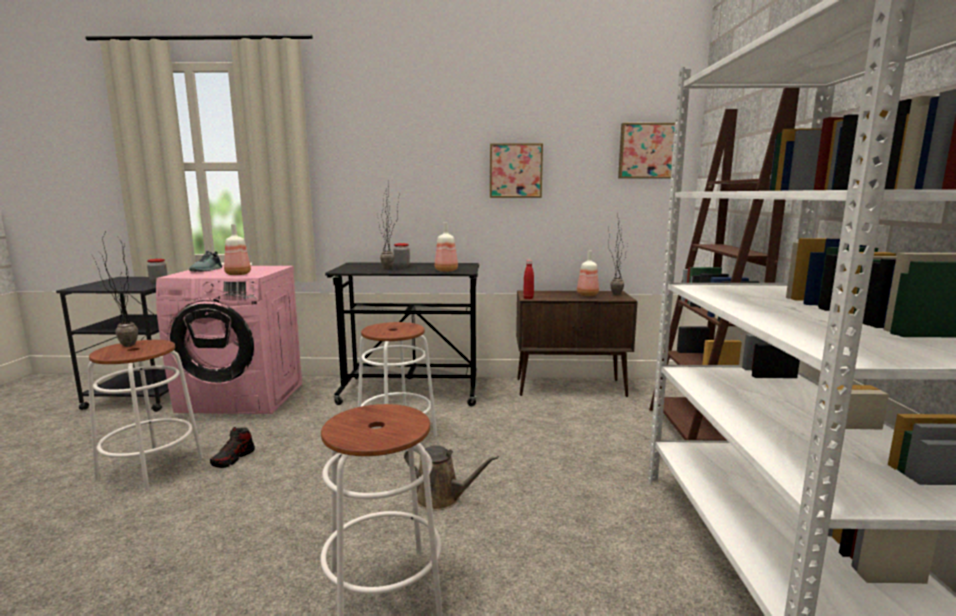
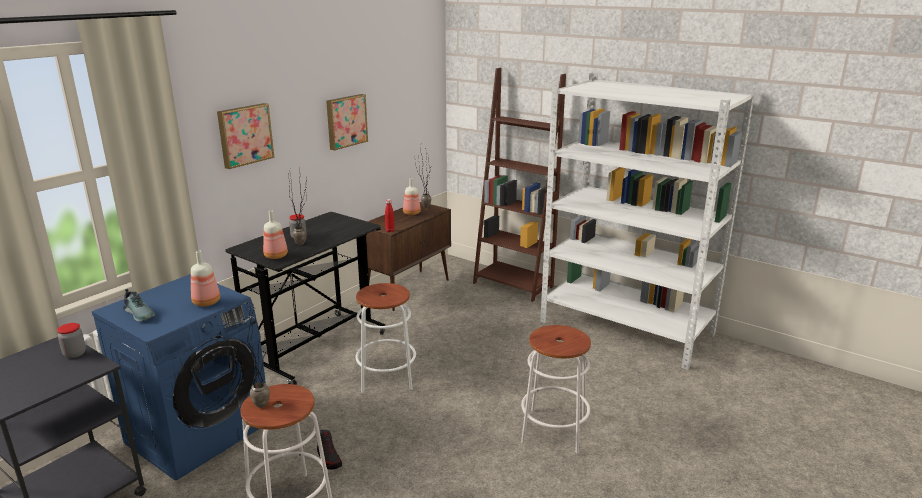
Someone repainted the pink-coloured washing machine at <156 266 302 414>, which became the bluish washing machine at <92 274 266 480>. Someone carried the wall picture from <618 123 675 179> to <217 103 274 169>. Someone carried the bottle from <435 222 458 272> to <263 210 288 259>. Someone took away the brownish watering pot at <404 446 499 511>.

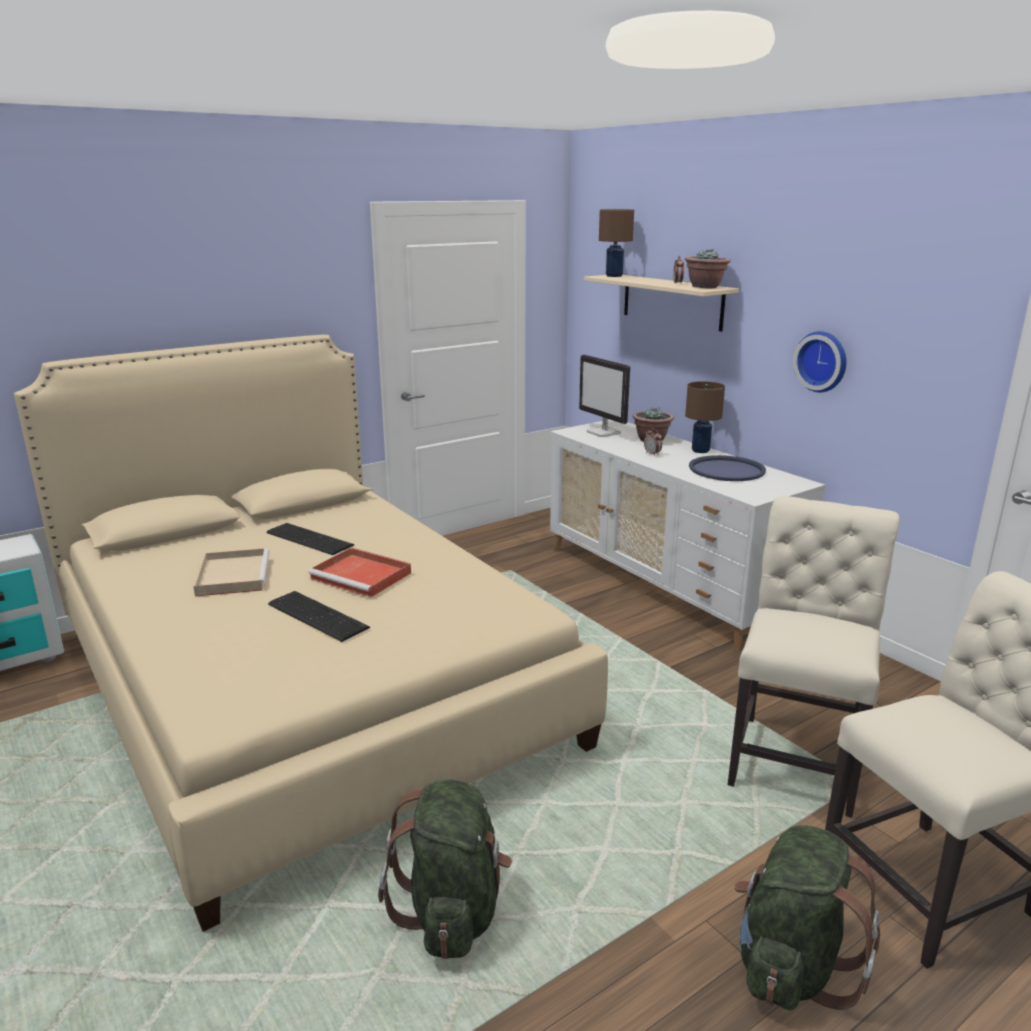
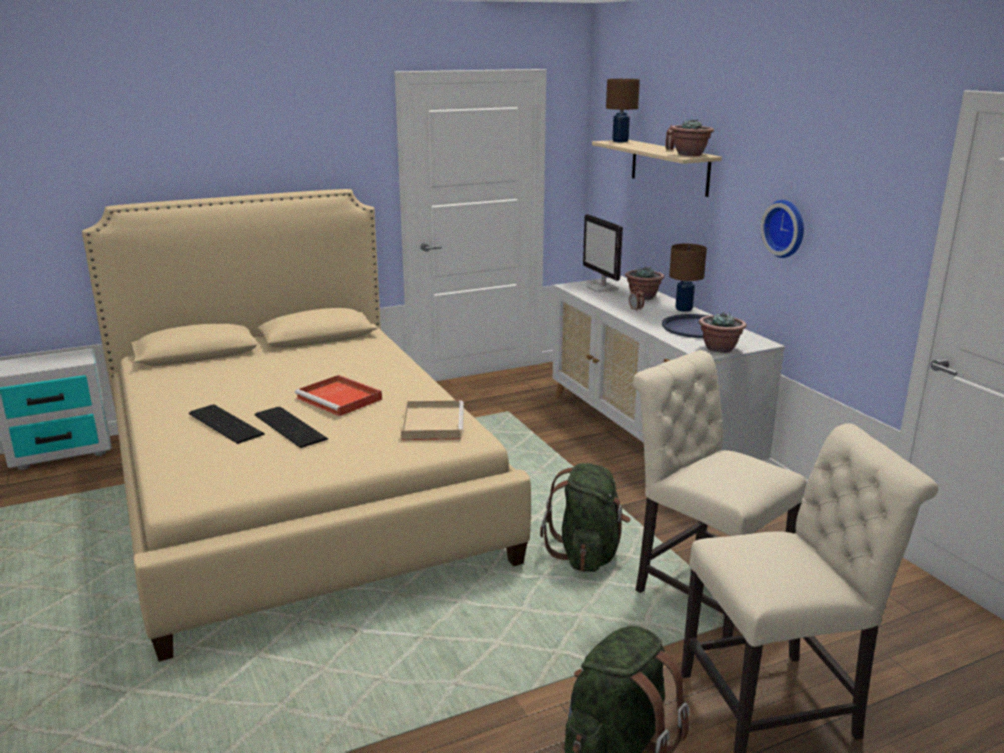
Someone carried the keyboard from <267 523 354 555> to <189 404 265 444>. Someone carried the beige-coloured tray from <193 548 269 597> to <401 400 464 440>. Someone carried the green knapsack from <378 779 512 959> to <540 463 630 572>. Someone rotated the beige-coloured upright chair at <728 496 900 818> by 75 degrees counterclockwise. Someone put down the plant in a pot at <699 312 747 353>.

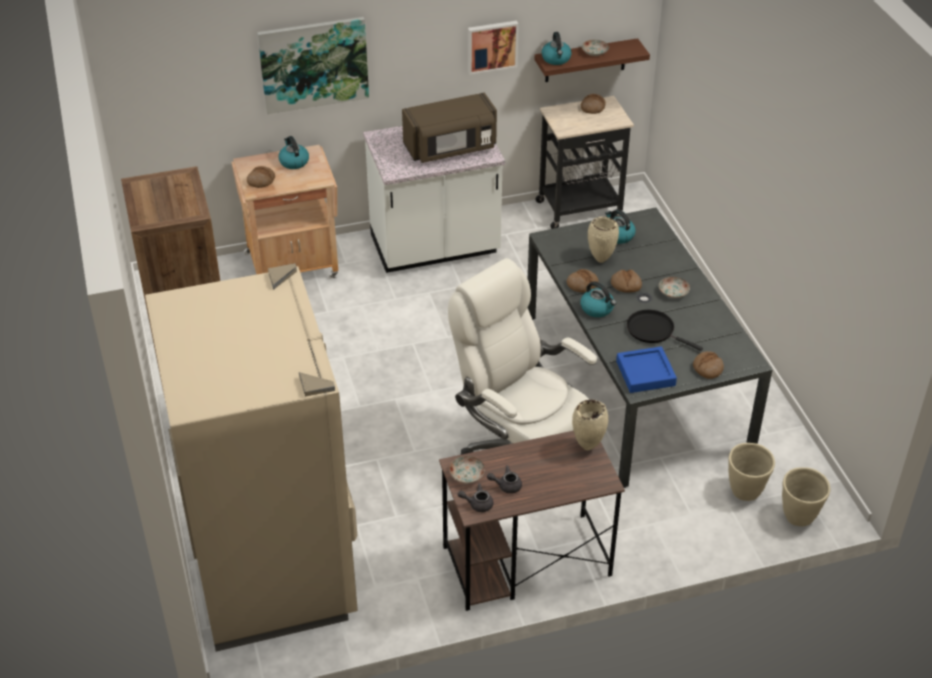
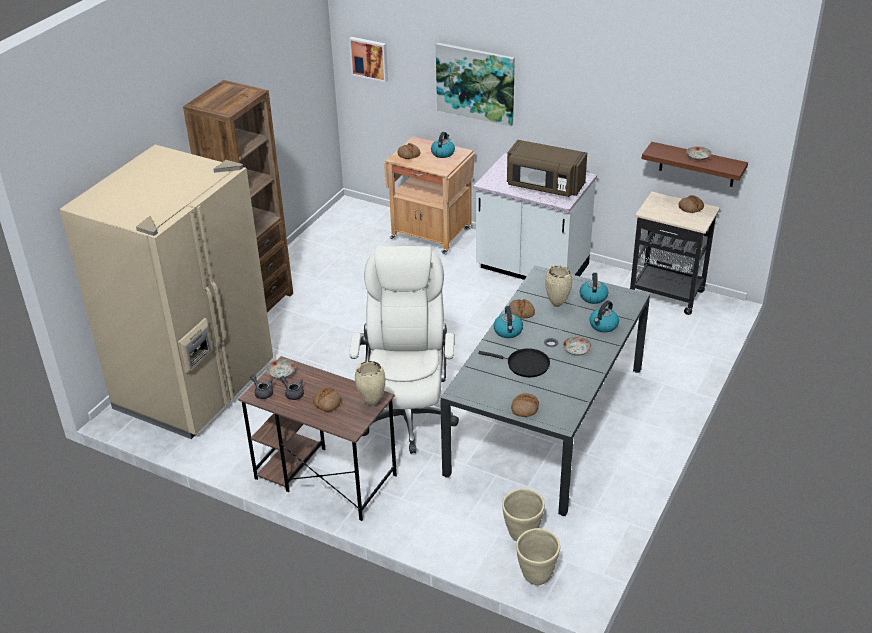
Someone carried the baked bread from <611 270 642 293> to <313 387 341 412>. Someone carried the wall picture from <468 21 519 75> to <349 37 388 83>. Someone rotated the blackish frying pan at <627 310 703 351> by 120 degrees clockwise. Someone carried the water kettle from <542 32 572 65> to <589 301 619 332>. Someone took away the bluish tray at <616 346 677 393>.

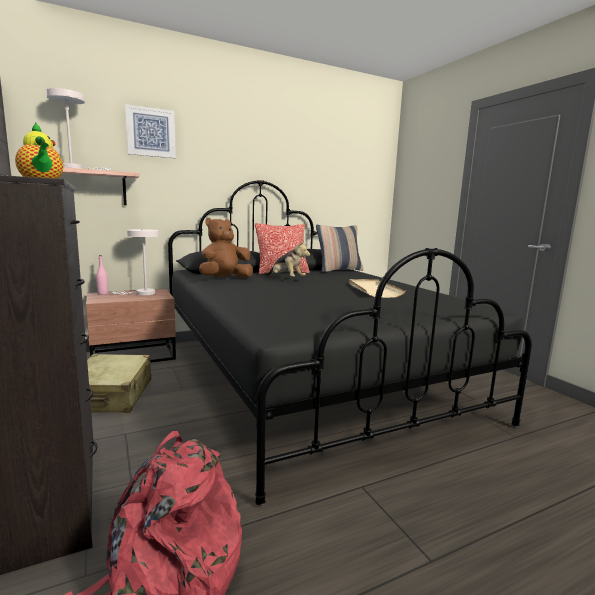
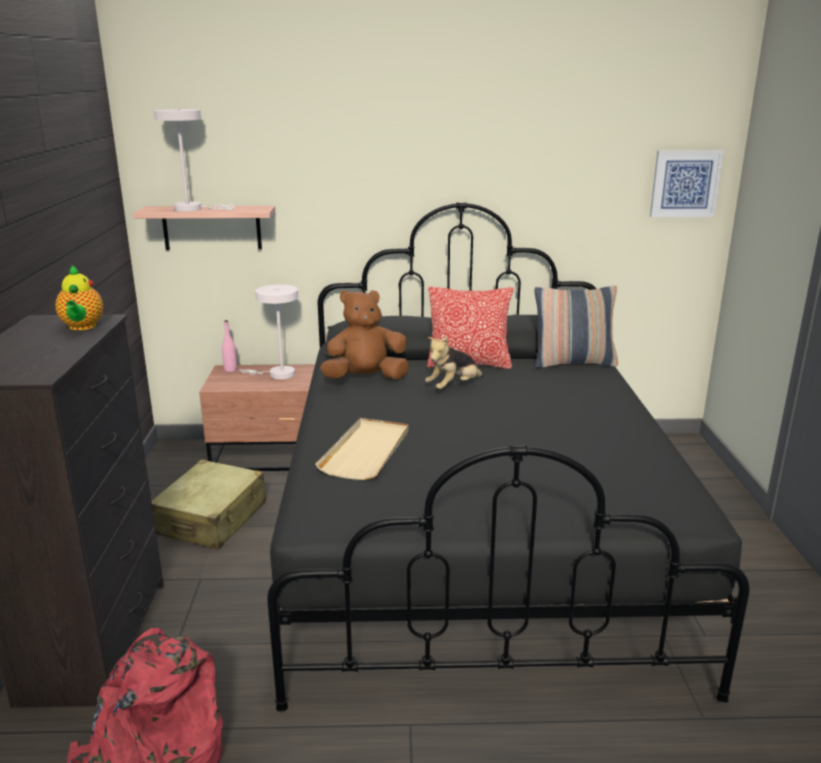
Someone carried the beige-coloured tray from <349 279 406 298> to <315 418 408 480>. Someone rotated the cuddly toy at <265 240 310 277> by 75 degrees clockwise. Someone carried the wall picture from <125 104 176 158> to <650 150 724 217>.

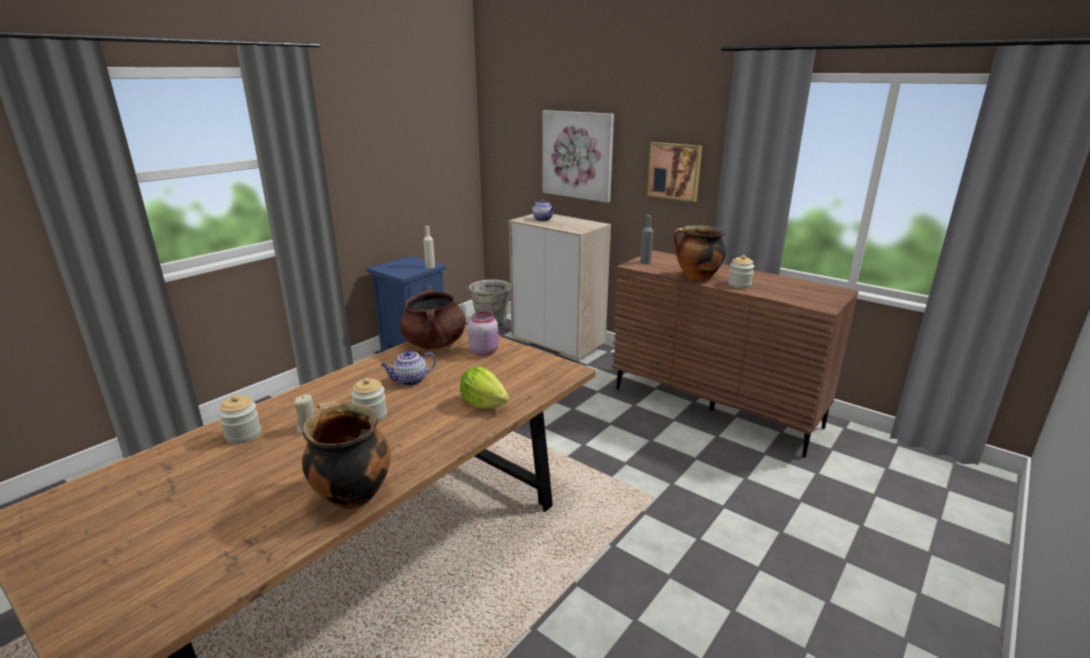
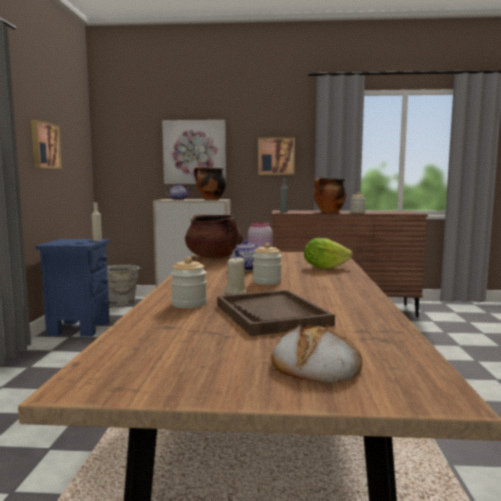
Someone put up the wall picture at <31 120 62 169>. Someone carried the stockpot from <302 401 391 509> to <194 167 226 200>. Someone put down the brownish tray at <217 290 335 336>. Someone put down the baked bread at <271 325 363 383>.

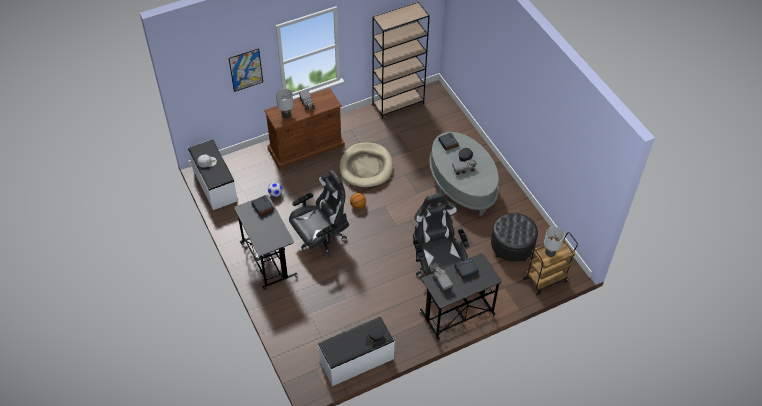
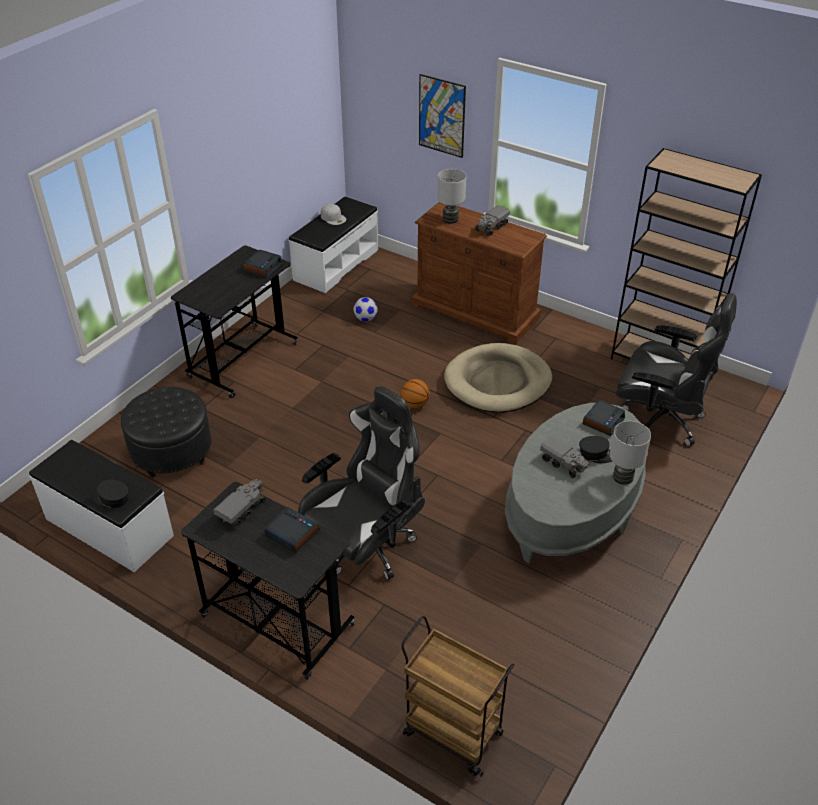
Someone carried the blackish footrest from <491 213 538 262> to <121 387 211 478>. Someone carried the gray lamp for a table from <544 227 565 257> to <610 421 651 485>. Someone carried the blackish desk chair from <289 170 349 257> to <616 293 737 446>.

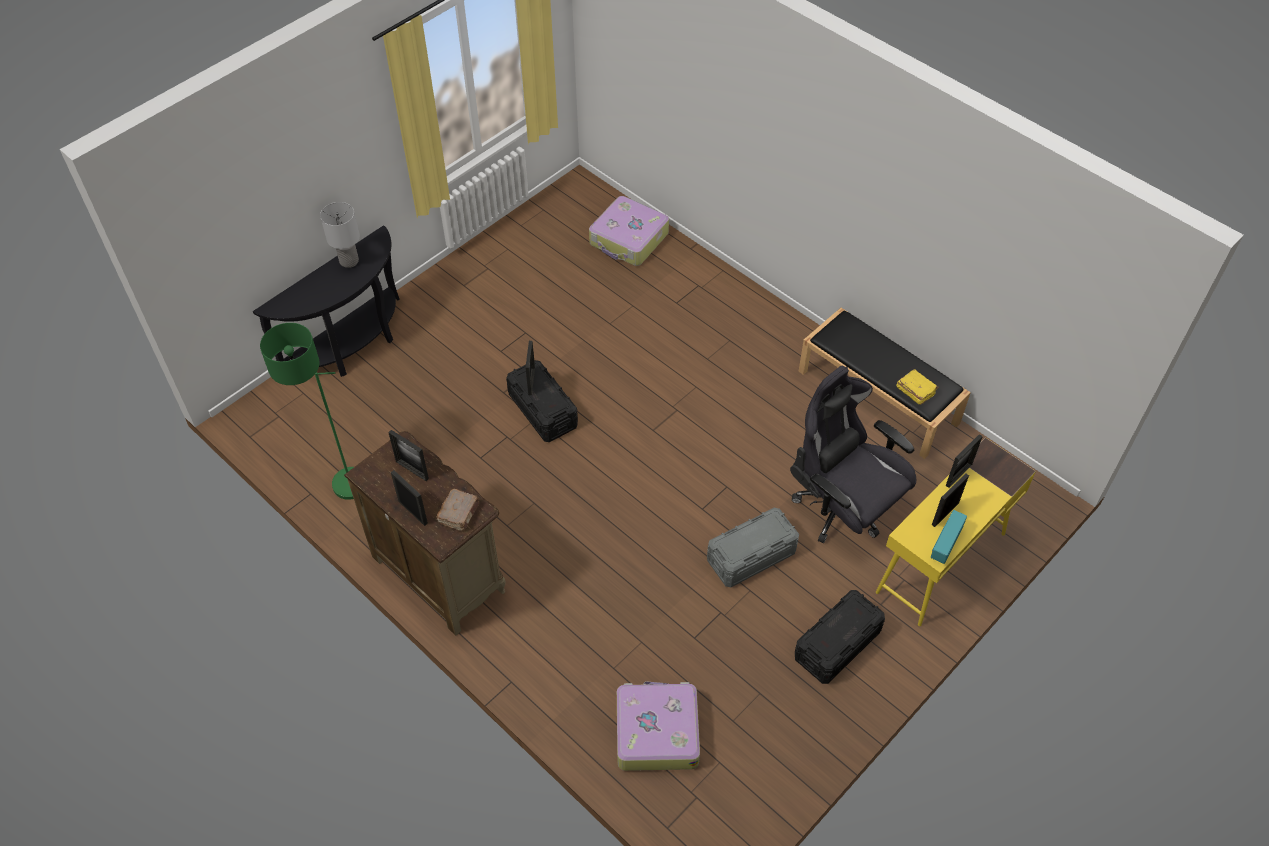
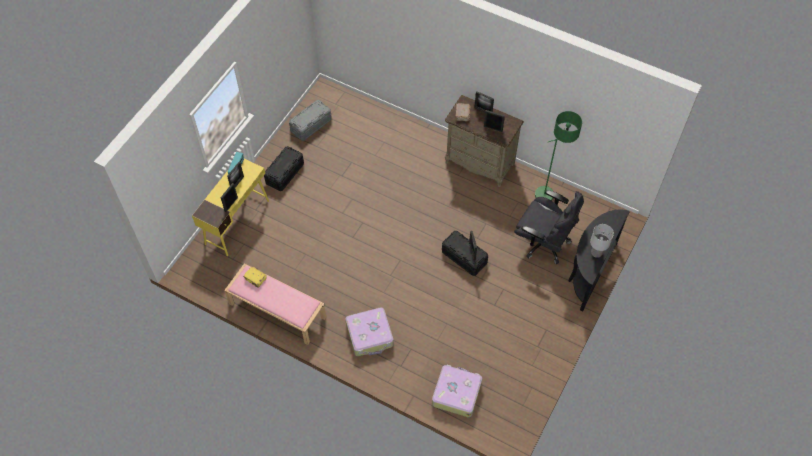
Someone repainted the blackish indoor bench at <799 308 971 459>, which became the pink-coloured indoor bench at <224 263 326 345>. Someone carried the gray storage bin from <707 508 799 587> to <289 100 331 141>. Someone carried the piece of luggage from <617 681 700 771> to <345 307 394 356>. Someone carried the blackish desk chair from <790 366 916 543> to <514 190 584 264>.

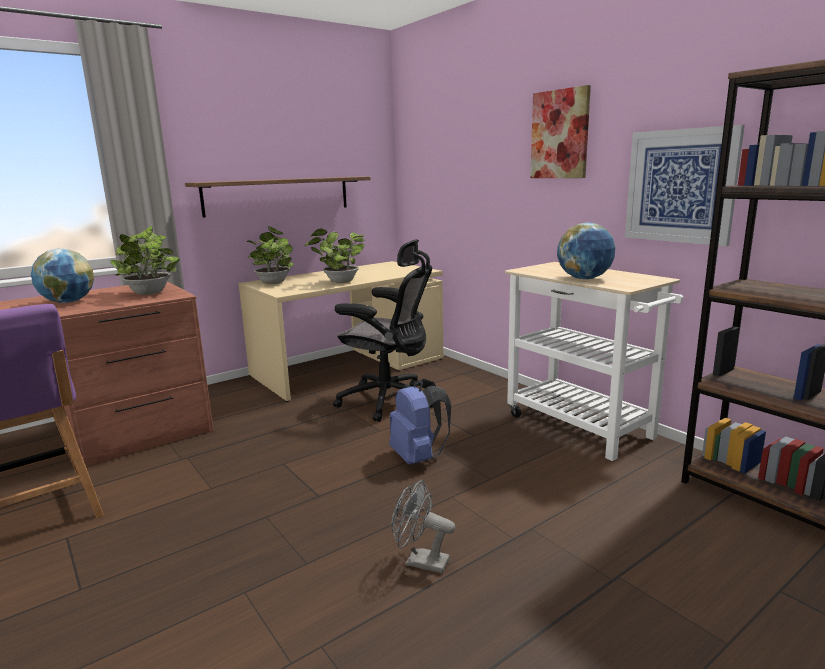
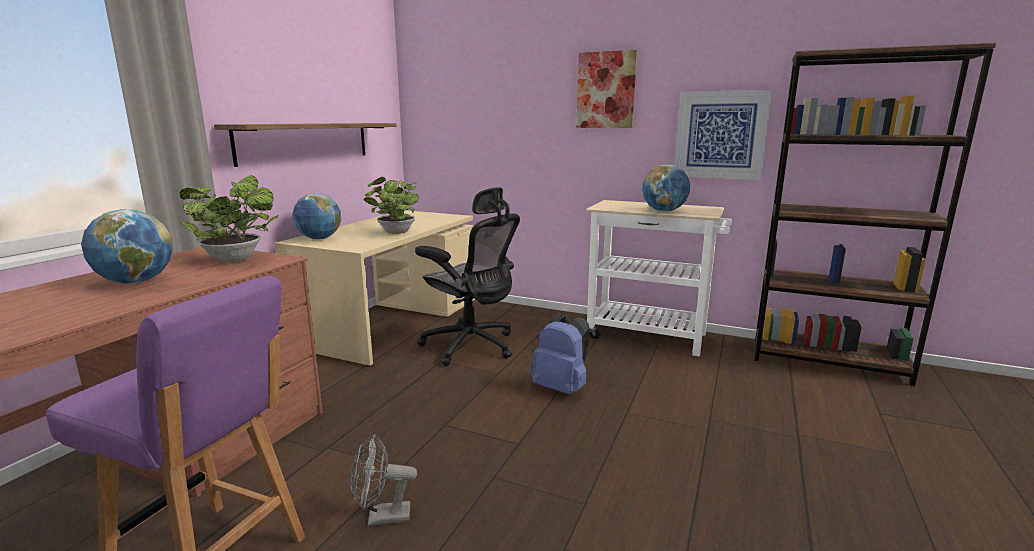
Someone swapped the plant in a pot at <247 226 294 284> for the desk globe at <292 193 341 239>. Someone carried the gray fan from <391 480 455 573> to <350 434 417 526>. Someone rotated the desk chair at <333 239 433 422> by 45 degrees clockwise.

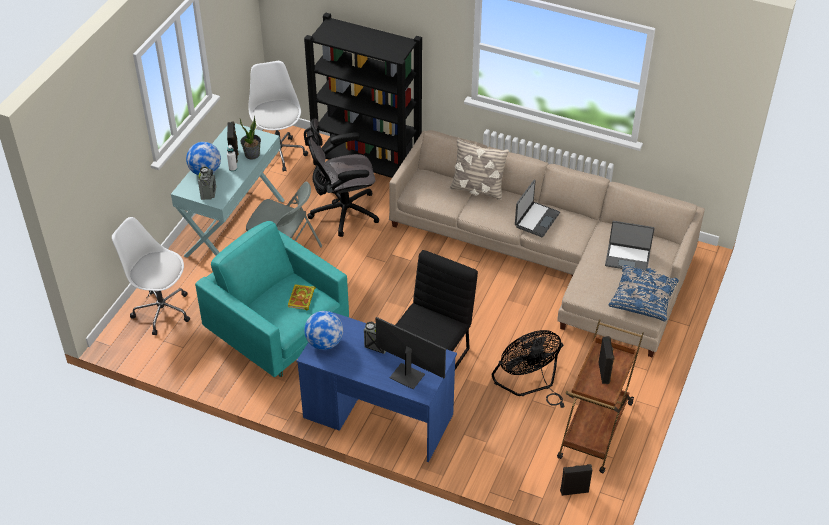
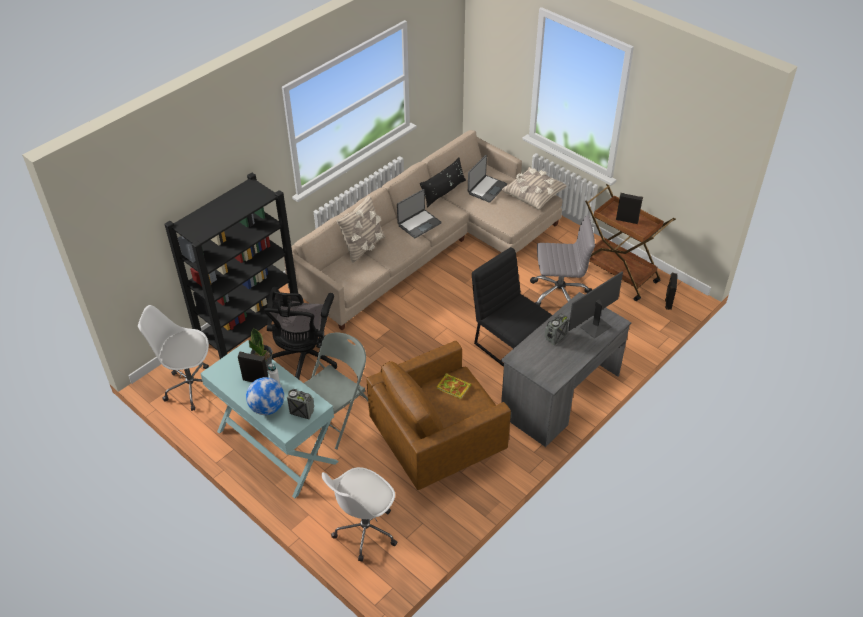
Someone repainted the turquoise armchair at <195 221 349 377>, which became the brownish armchair at <366 341 511 490>. Someone rotated the laptop at <515 180 560 237> by 90 degrees clockwise. Someone put down the blackish cushion at <420 157 466 208>. Someone repainted the bluish desk unit at <297 311 457 462>, which became the gray desk unit at <501 292 632 447>. Someone repainted the bluish cushion at <609 265 679 321>, which became the beige-coloured cushion at <502 167 566 210>. Someone swapped the blackish fan at <492 330 564 408> for the gray desk chair at <530 215 595 306>. Someone took away the desk globe at <304 311 343 350>.

